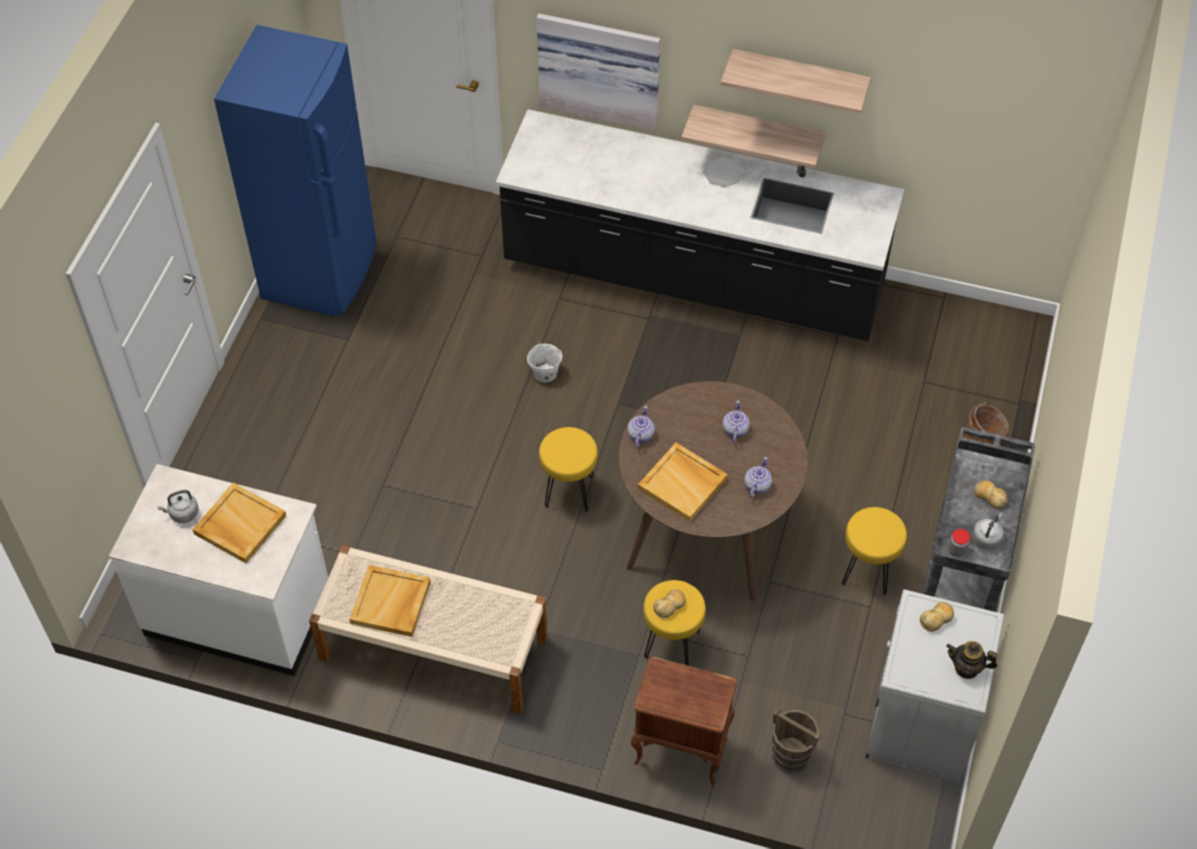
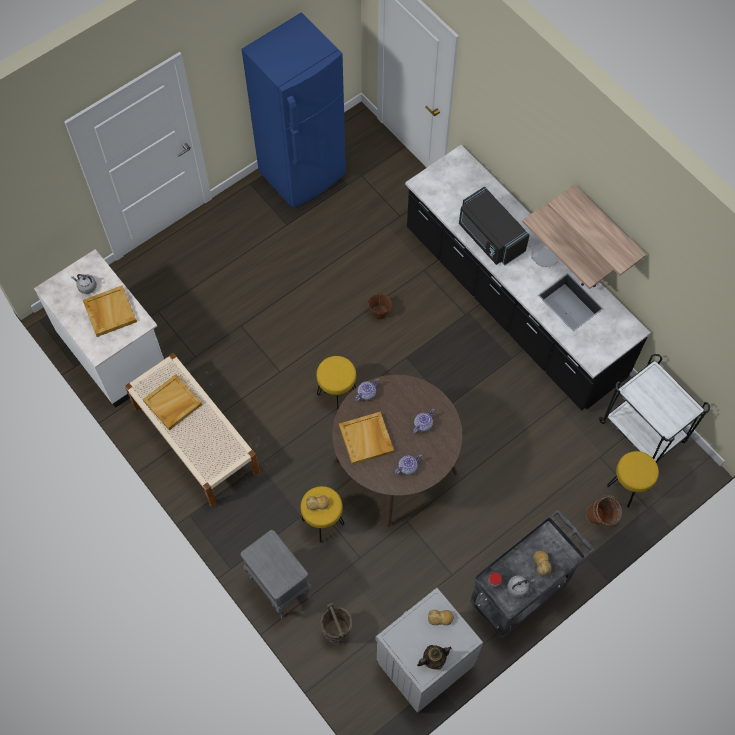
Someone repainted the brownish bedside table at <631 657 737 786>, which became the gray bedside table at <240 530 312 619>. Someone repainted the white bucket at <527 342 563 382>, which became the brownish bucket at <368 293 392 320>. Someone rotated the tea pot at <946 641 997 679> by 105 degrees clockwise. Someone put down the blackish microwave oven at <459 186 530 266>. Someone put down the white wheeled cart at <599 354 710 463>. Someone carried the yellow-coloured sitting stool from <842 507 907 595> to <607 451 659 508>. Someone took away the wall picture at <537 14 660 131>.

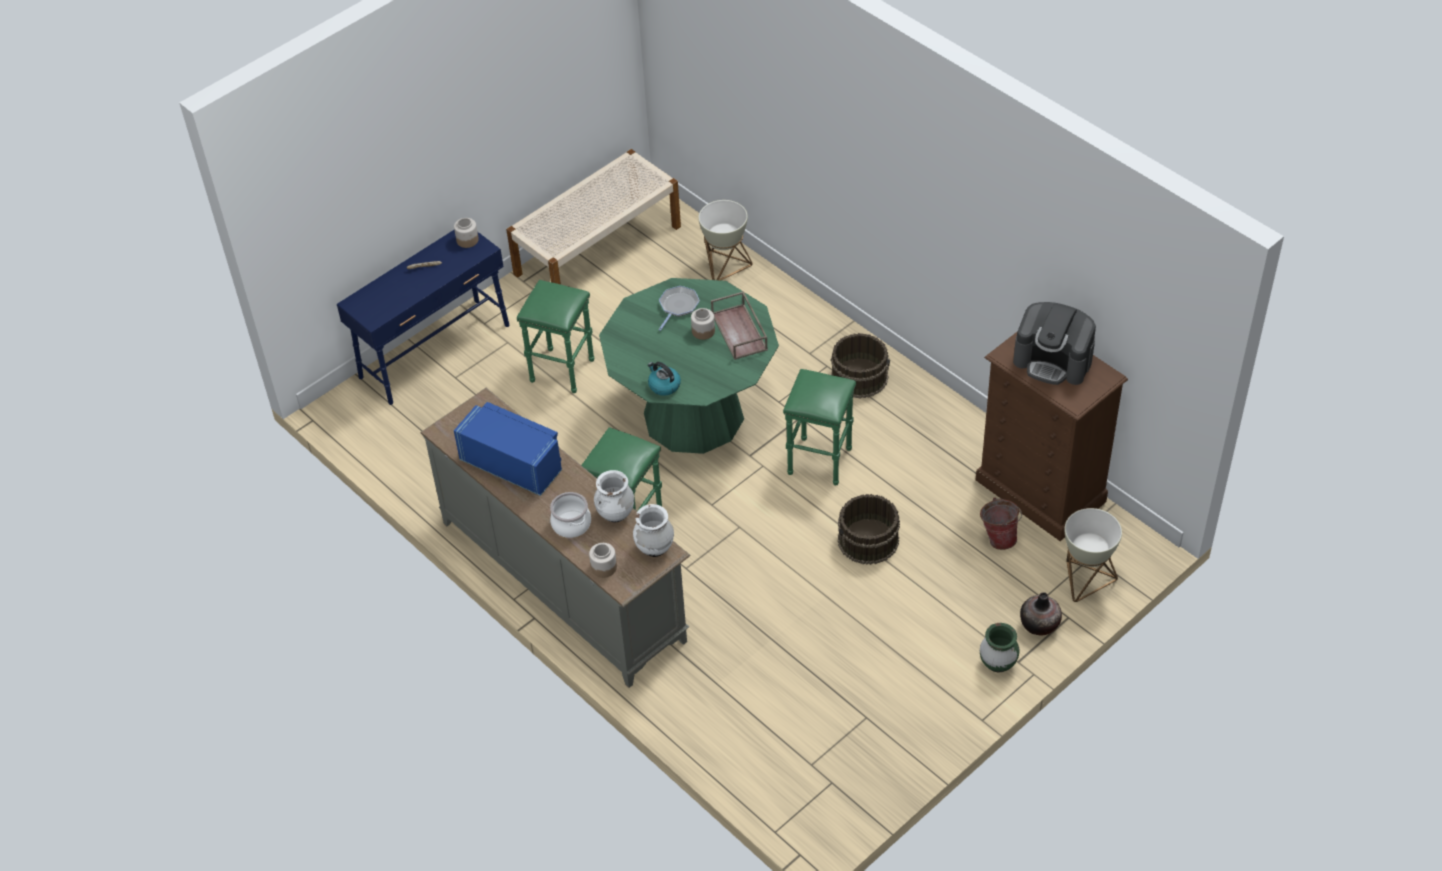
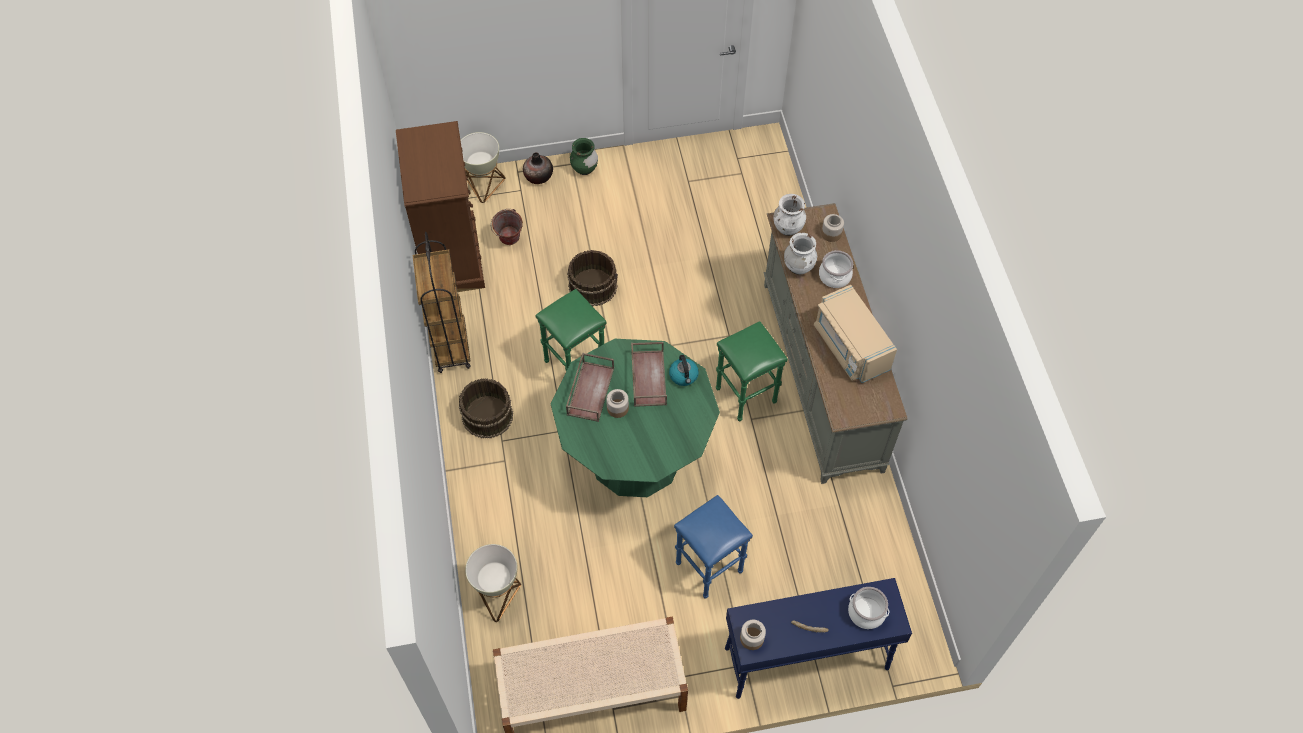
Someone put down the brownish wheeled cart at <413 232 471 373>. Someone put down the brownish tray at <631 342 667 407>. Someone repainted the green sitting stool at <517 280 594 393>, which became the bluish sitting stool at <674 495 753 599>. Someone repainted the bluish microwave oven at <454 402 562 496>, which became the beige-coloured microwave oven at <814 285 897 383>. Someone put down the stockpot at <848 587 889 629>. Someone took away the frying pan at <659 286 700 331>. Someone took away the coffee maker at <1013 302 1096 385>.

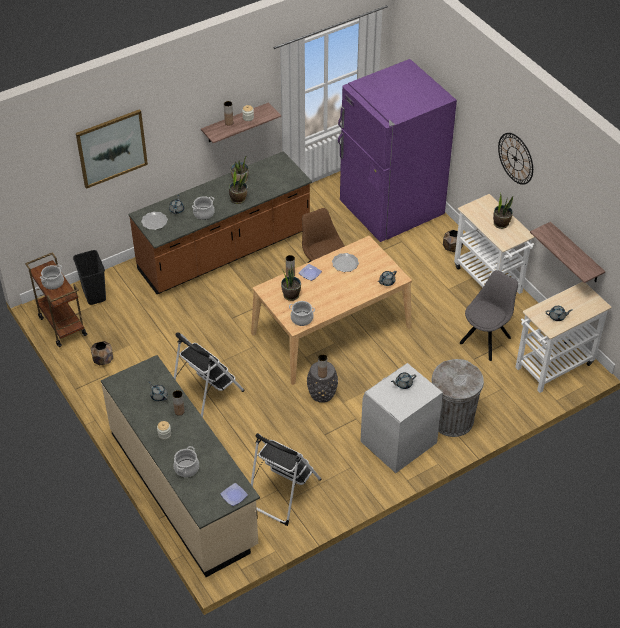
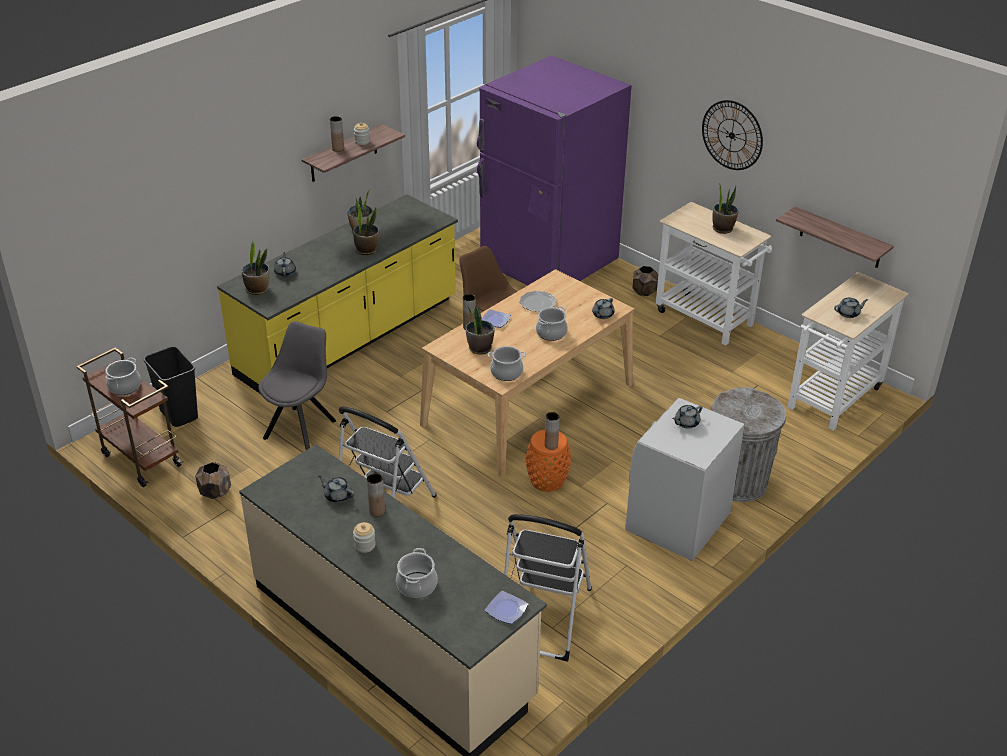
Someone repainted the brownish counter at <129 151 312 294>, which became the yellow-coloured counter at <217 194 458 393>. Someone swapped the flat dish at <141 212 168 230> for the plant in a pot at <242 240 270 295>. Someone carried the gray upright chair from <460 270 518 361> to <259 321 336 450>. Someone repainted the gray sitting stool at <307 362 338 403>, which became the orangey sitting stool at <526 429 571 492>. Someone carried the stockpot from <192 196 215 220> to <536 306 568 341>. Someone took away the wall picture at <76 109 148 189>.

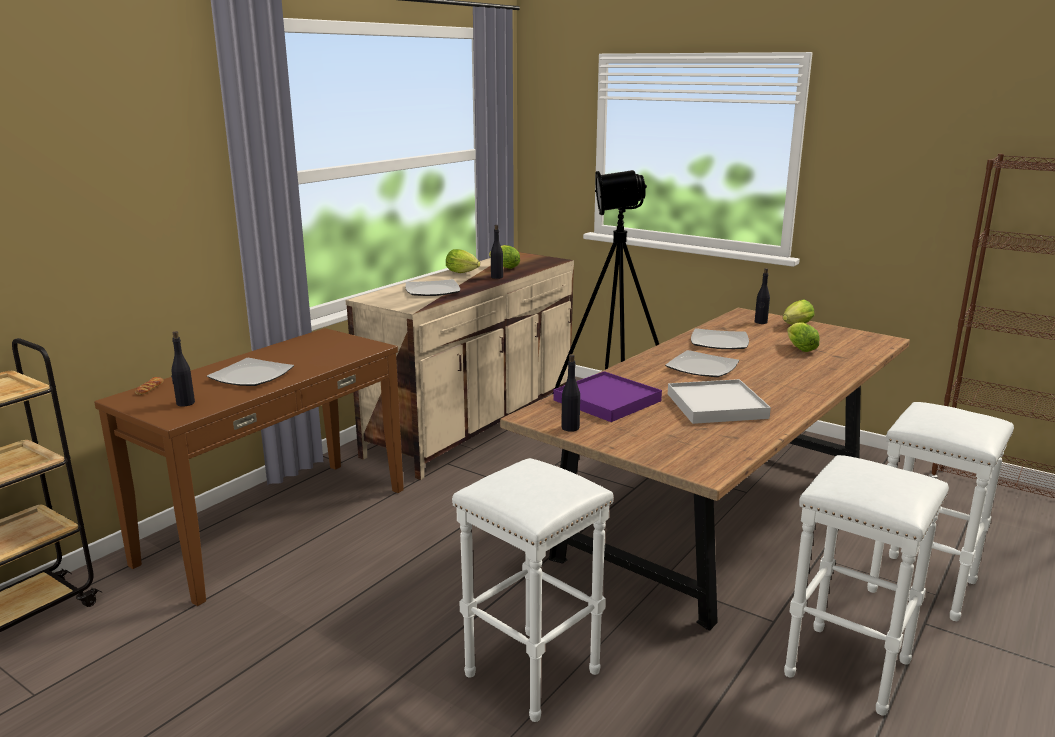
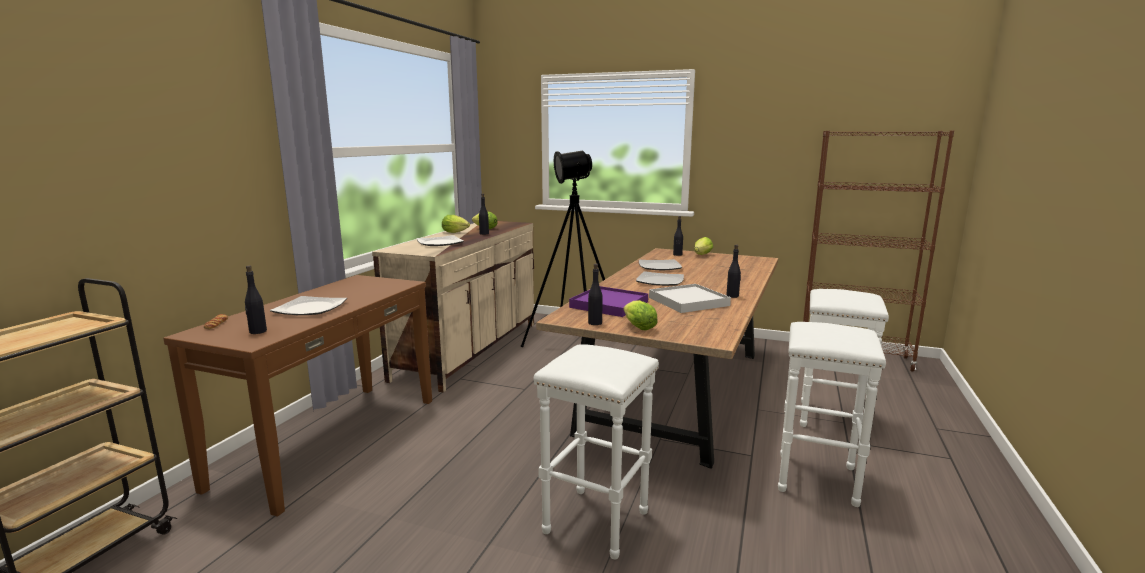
Someone carried the head of lettuce from <787 323 820 352> to <623 300 658 331>. Someone put down the blackish bottle at <726 245 741 298>.

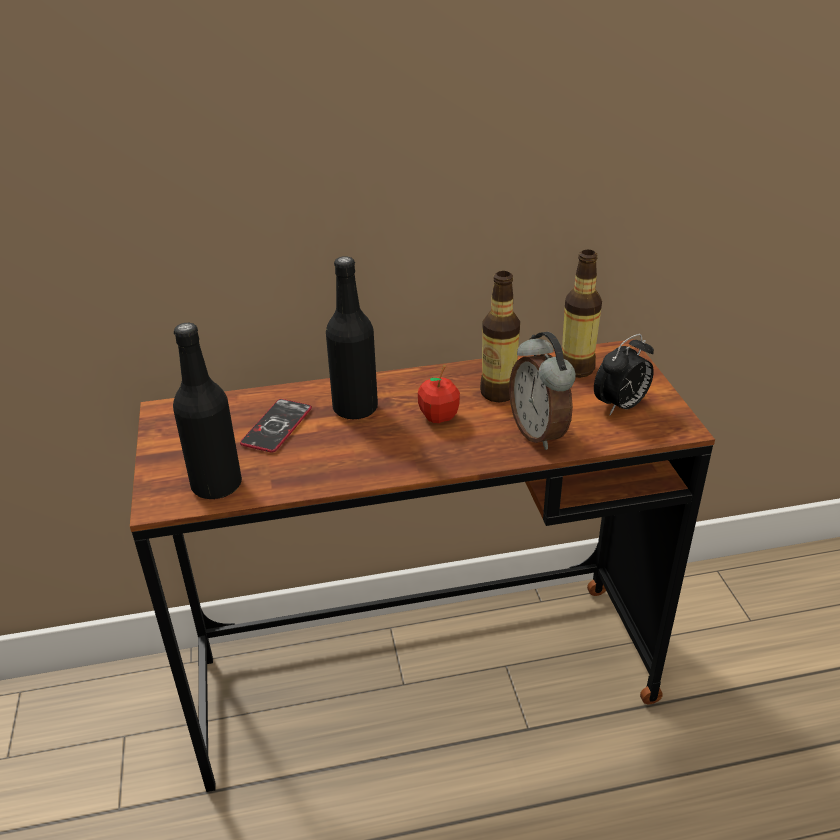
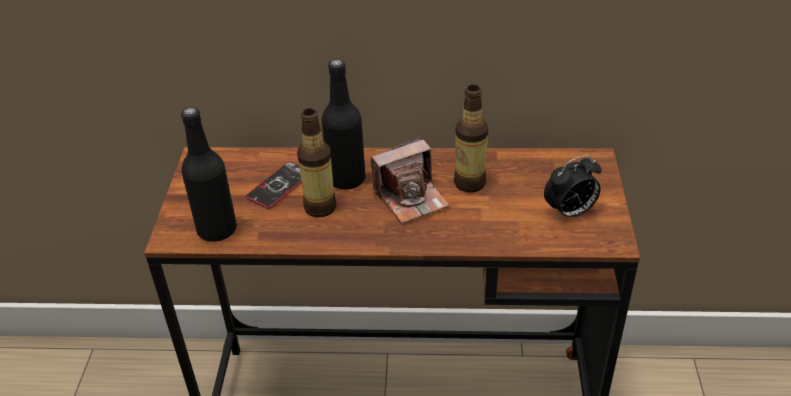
Someone carried the bottle from <562 250 602 378> to <297 108 337 217>. Someone swapped the apple at <418 365 460 423> for the photo camera at <371 137 450 224>. Someone took away the table clock at <509 332 576 450>.

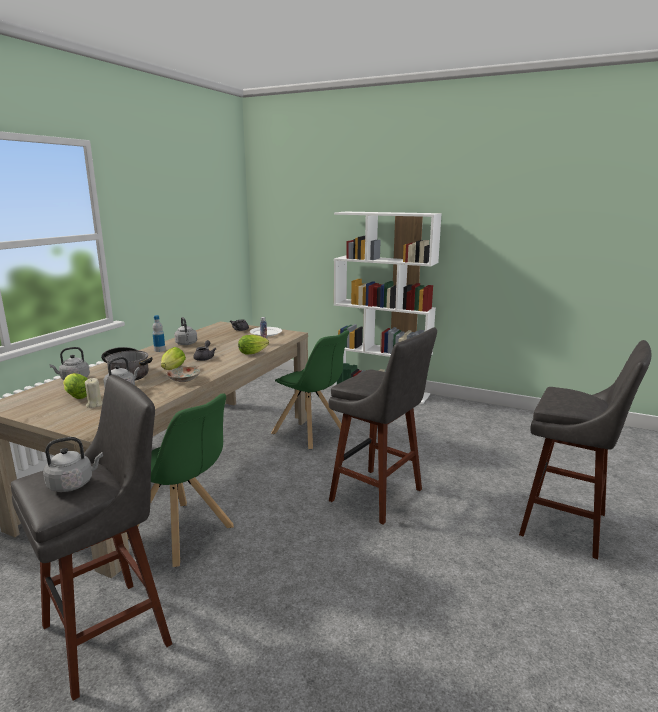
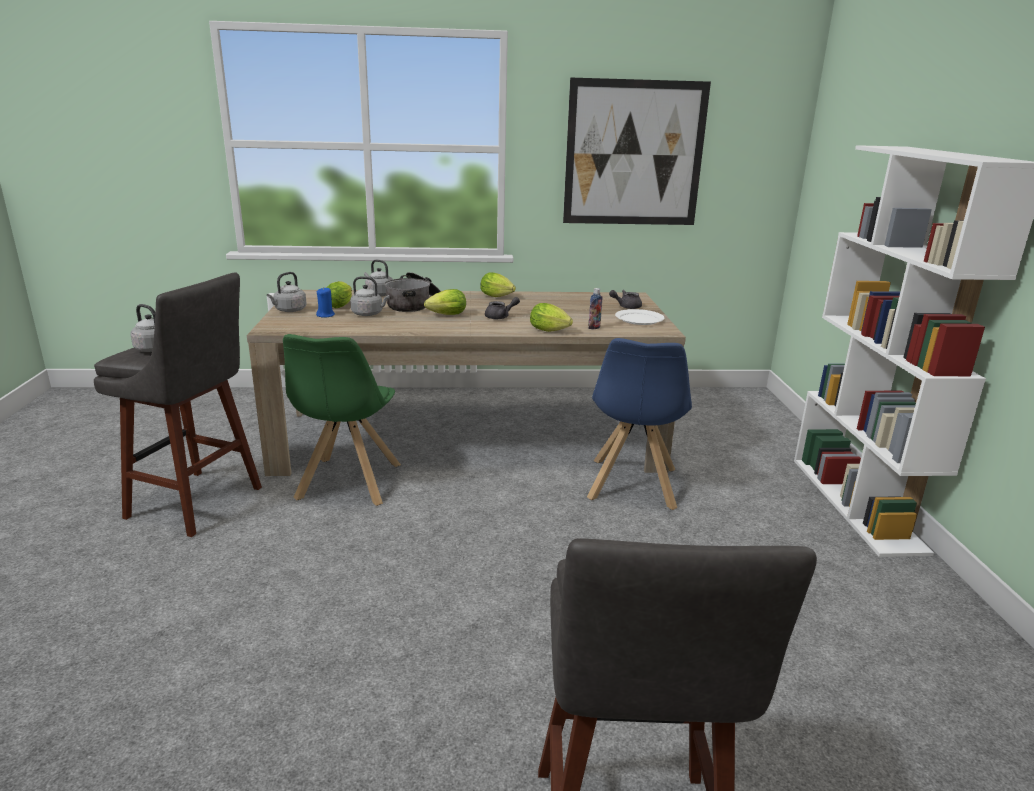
Someone carried the gray water kettle from <174 317 197 345> to <267 272 307 312>. Someone repainted the beige-coloured wax candle at <85 378 103 408>, which became the bluish wax candle at <316 287 335 318>. Someone swapped the bottle at <152 315 165 352> for the head of lettuce at <480 272 516 297>. Someone put up the wall picture at <563 78 711 225>. Someone repainted the green upright chair at <271 330 349 449>, which became the bluish upright chair at <587 338 692 510>. Someone took away the flat dish at <166 367 200 382>. Someone took away the gray sitting stool at <329 327 437 524>.

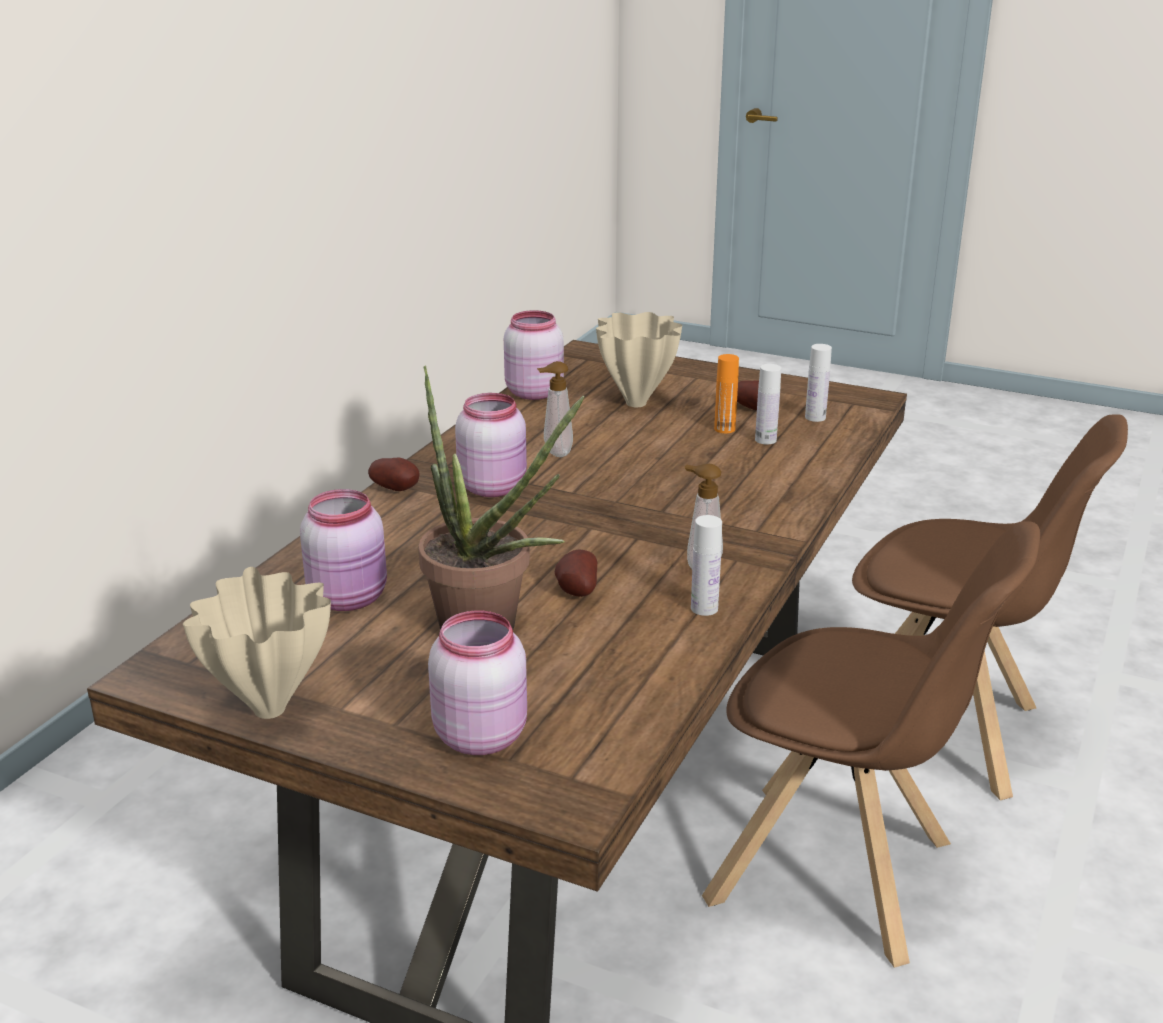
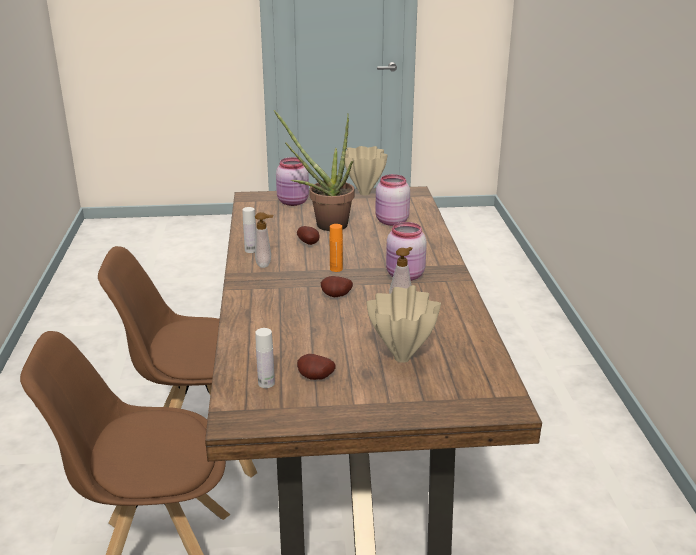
Someone carried the potato from <368 458 420 491> to <321 276 353 297>. Someone carried the orangey bottle from <714 354 739 434> to <330 224 343 272>. Someone took away the pink-coloured storage jar at <504 310 564 400>. Someone took away the white bottle at <755 364 781 445>.

